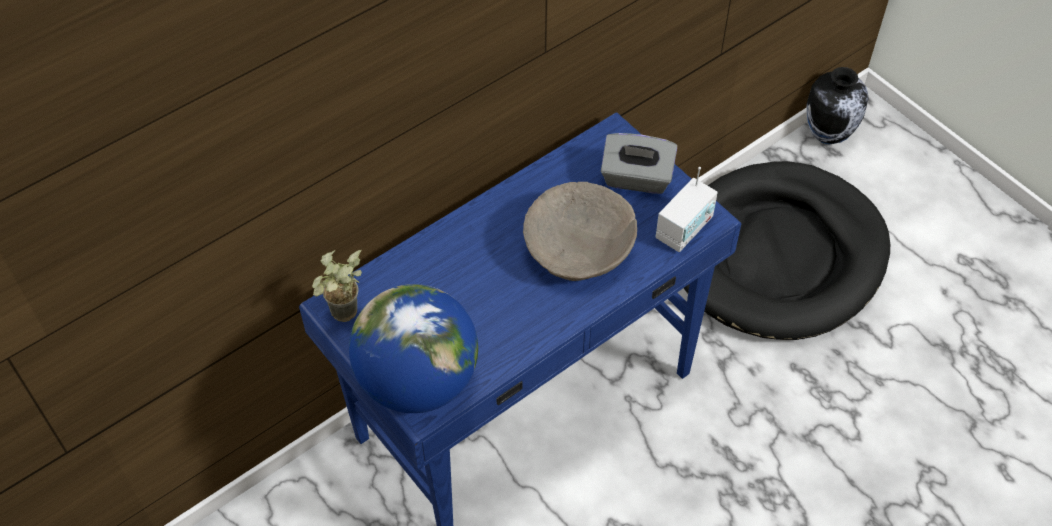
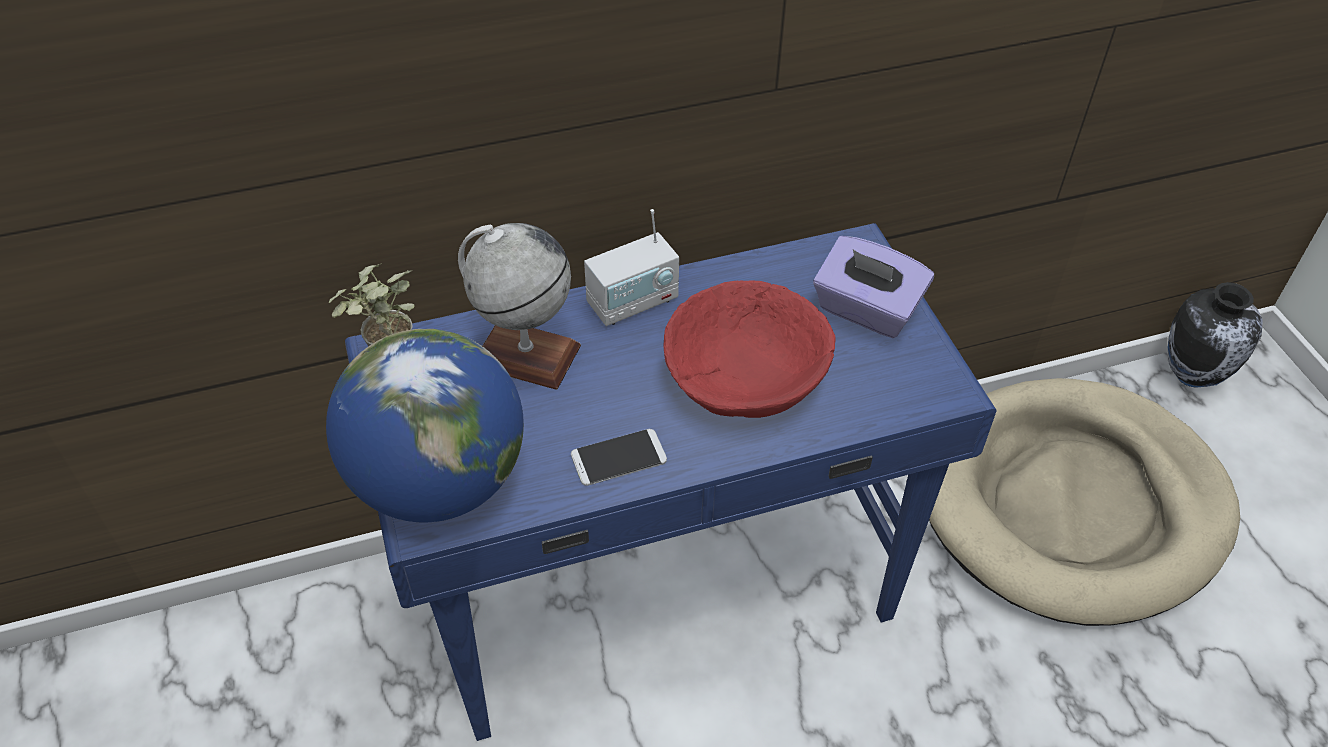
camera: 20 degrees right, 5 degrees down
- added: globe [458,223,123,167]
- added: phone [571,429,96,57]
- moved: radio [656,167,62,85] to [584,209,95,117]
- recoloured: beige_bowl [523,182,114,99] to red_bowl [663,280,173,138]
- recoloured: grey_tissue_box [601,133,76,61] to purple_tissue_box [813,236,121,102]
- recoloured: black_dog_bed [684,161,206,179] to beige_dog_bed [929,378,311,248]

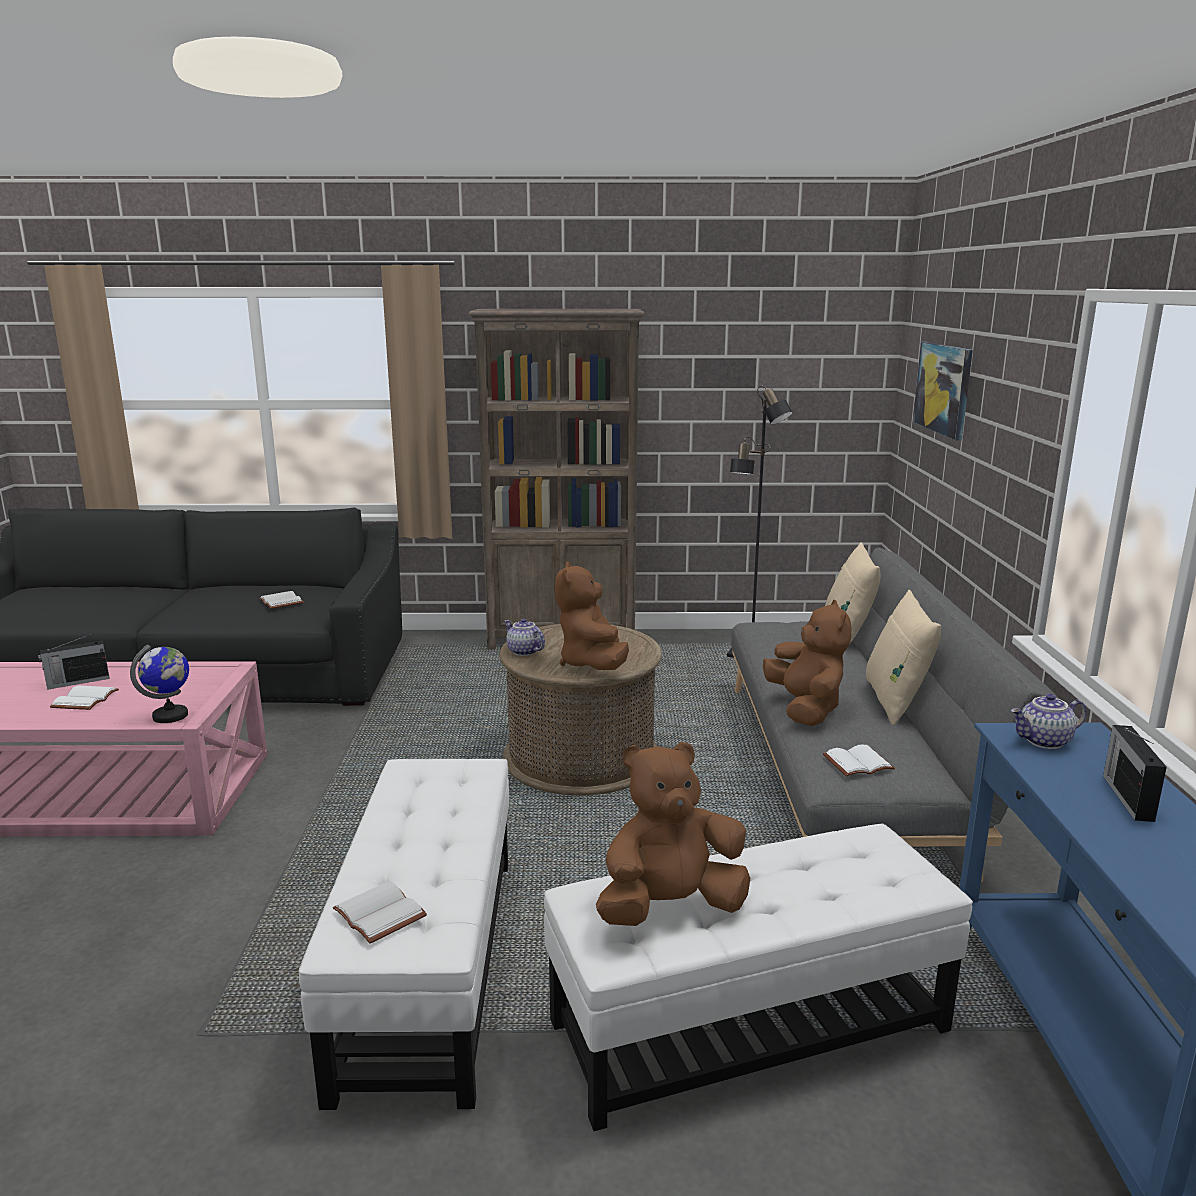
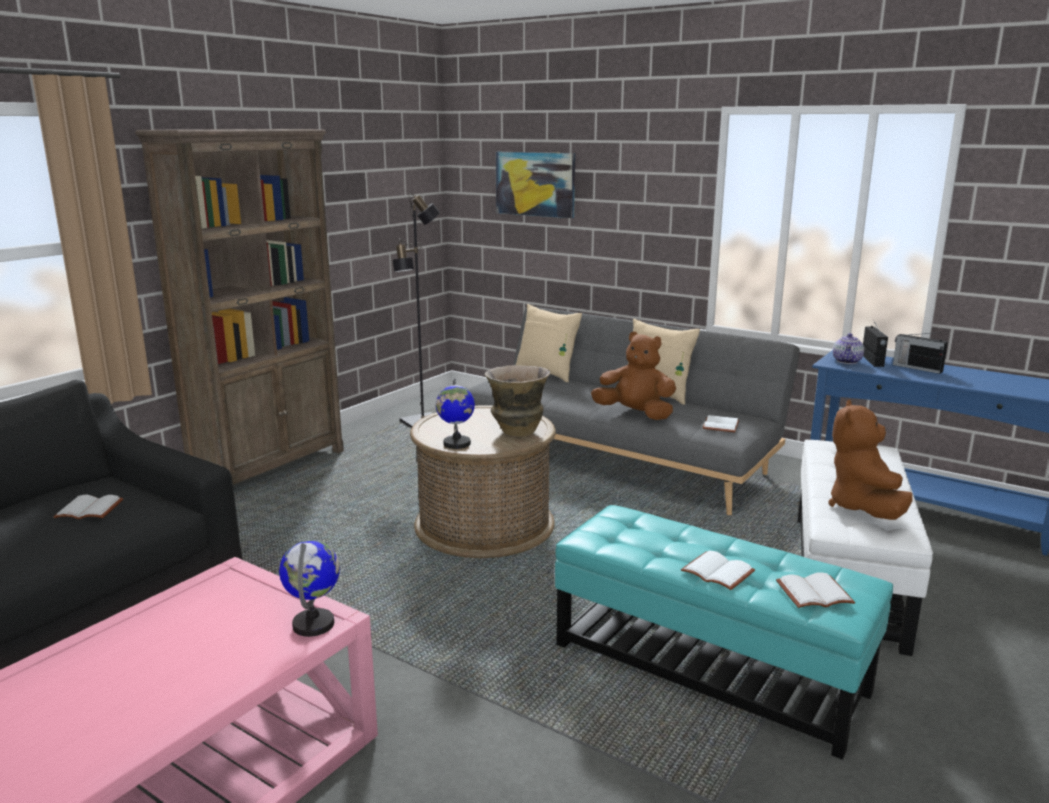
camera: 55 degrees left, 0 degrees up
- replaced: teapot [504,618,41,38] to globe [436,379,39,70]
- replaced: brown_plush_toy [555,561,74,109] to vase [485,365,65,72]
- recoloured: white_ottoman [299,759,210,351] to turquoise_ottoman [555,505,338,255]
- moved: white_book [50,686,69,24] to [681,550,74,40]
- moved: radio [38,634,72,56] to [863,322,25,45]

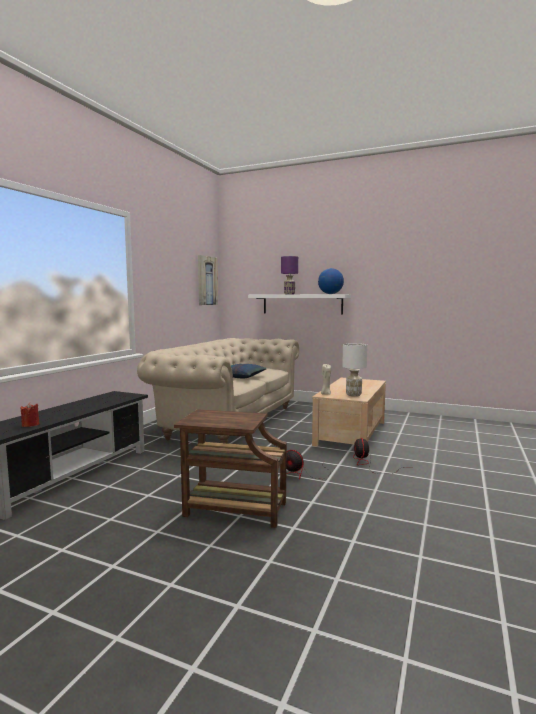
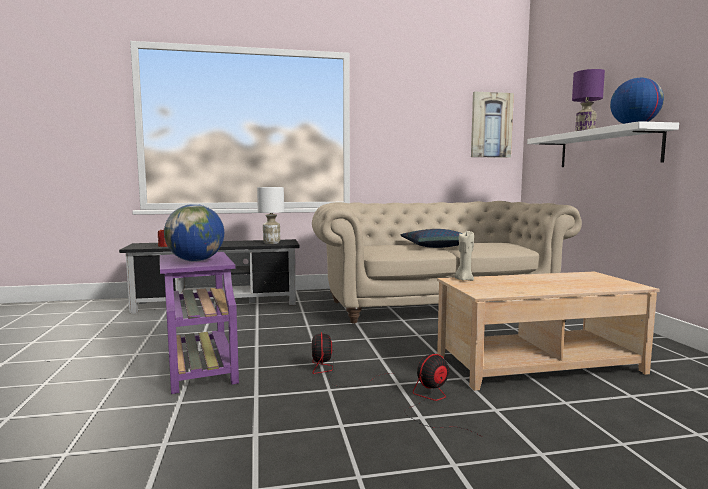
camera: 55 degrees right, 0 degrees up
- recoloured: brown_side_table [174,409,113,119] to purple_side_table [160,252,79,142]
- added: globe [164,204,60,58]
- moved: white_table_lamp [342,343,26,54] to [257,187,27,57]

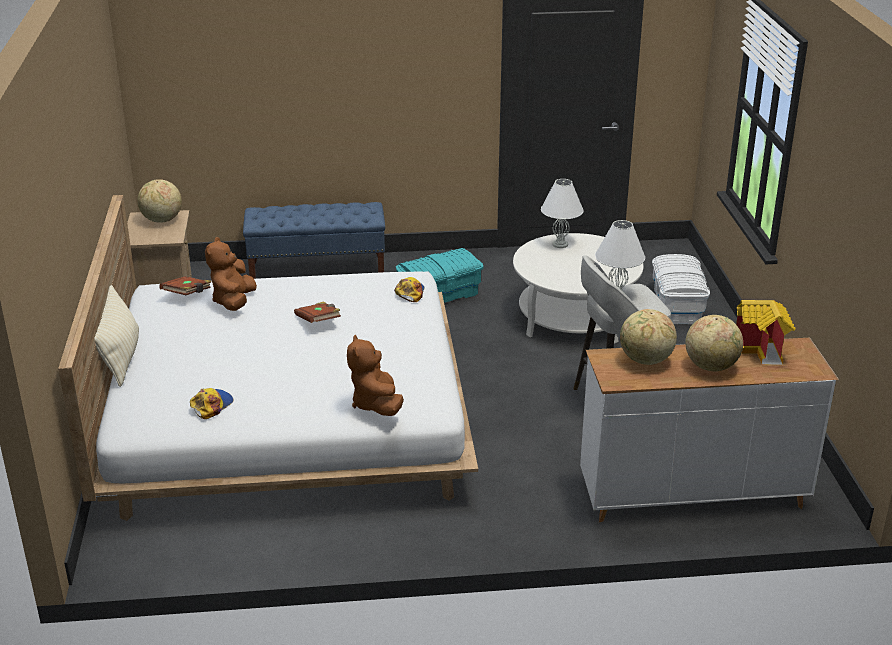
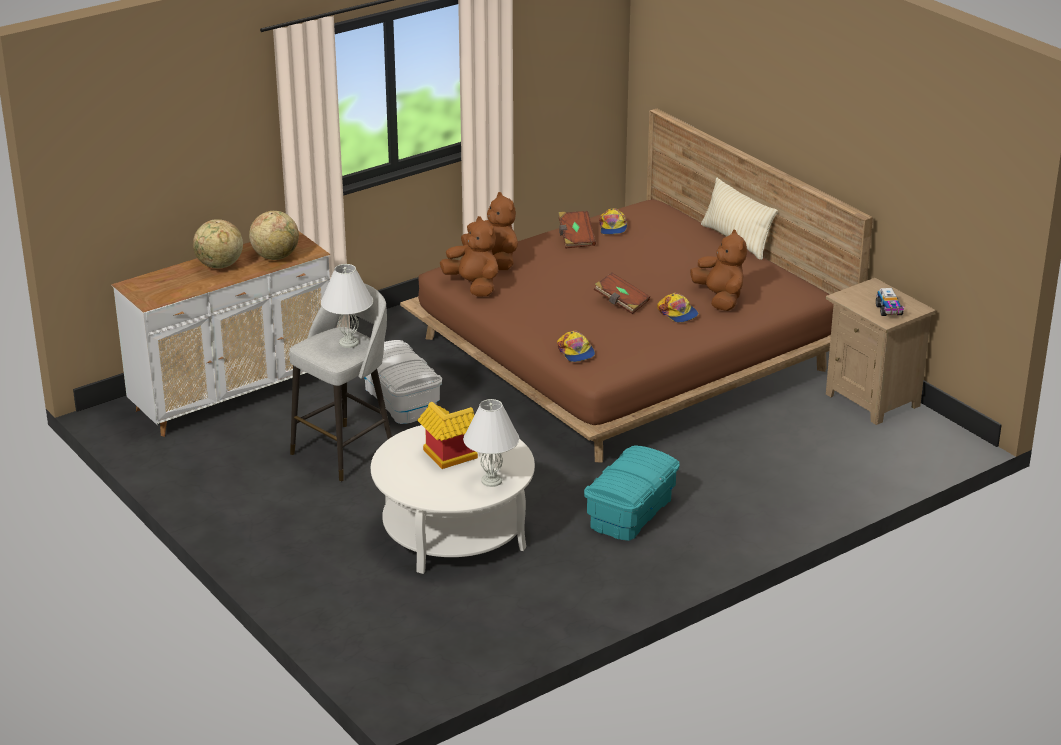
camera: 150 degrees right, 0 degrees up
- moved: white_storage_box [652,254,58,70] to [364,340,78,84]
- recoloured: white_bed [58,195,420,326] to brown_bed [400,109,473,354]
- moved: toy_house [736,300,60,64] to [417,402,61,67]
- added: brown_plush_toy [440,216,58,80]
- moved: brown_book [159,276,53,19] to [559,211,37,37]
- added: cap [657,293,41,30]
- replaced: globe [137,179,45,44] to toy_truck [876,288,28,28]
- removed: blue_bench [243,202,142,77]

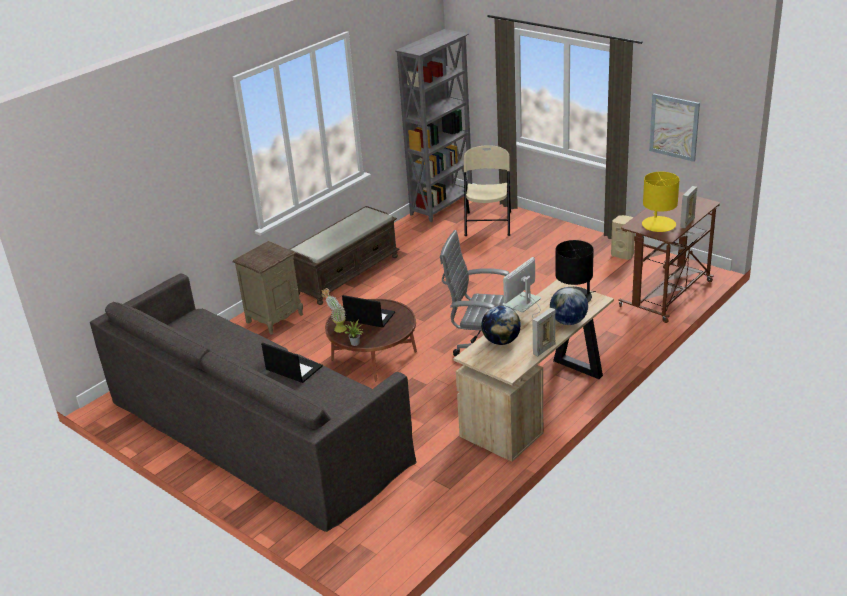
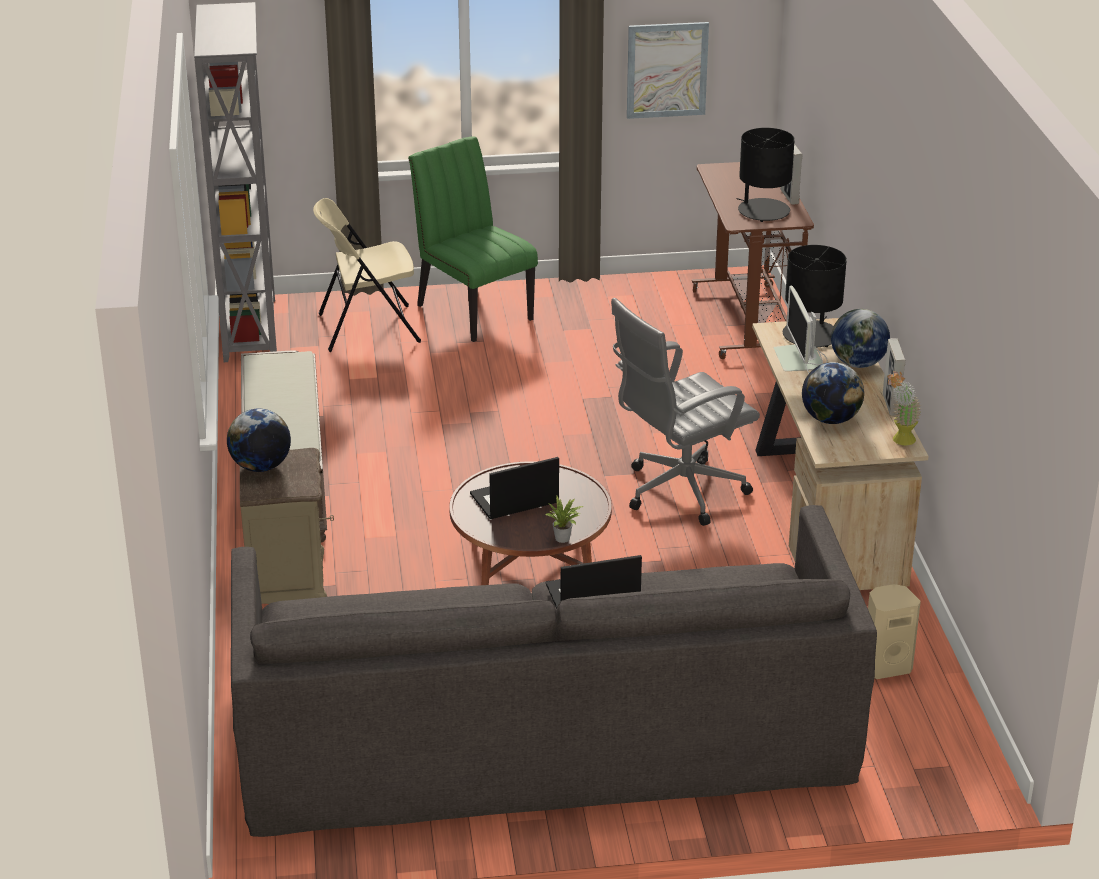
camera: 50 degrees left, 0 degrees up
- added: globe [227,408,64,64]
- turned: beige_chair [464,145,47,91] = [313,198,108,154] 60 degrees counterclockwise
- added: green_chair [408,136,130,206]
- recoloured: yellow_table_lamp [642,172,37,60] to black_table_lamp [736,128,59,94]
- moved: beige_speaker [611,215,24,45] to [868,584,53,95]
- moved: potted_plant [322,288,25,45] to [887,371,34,74]

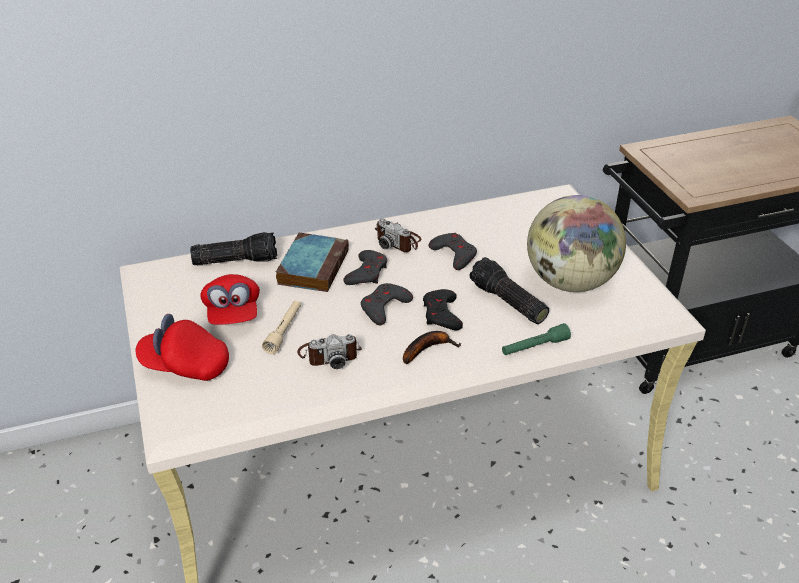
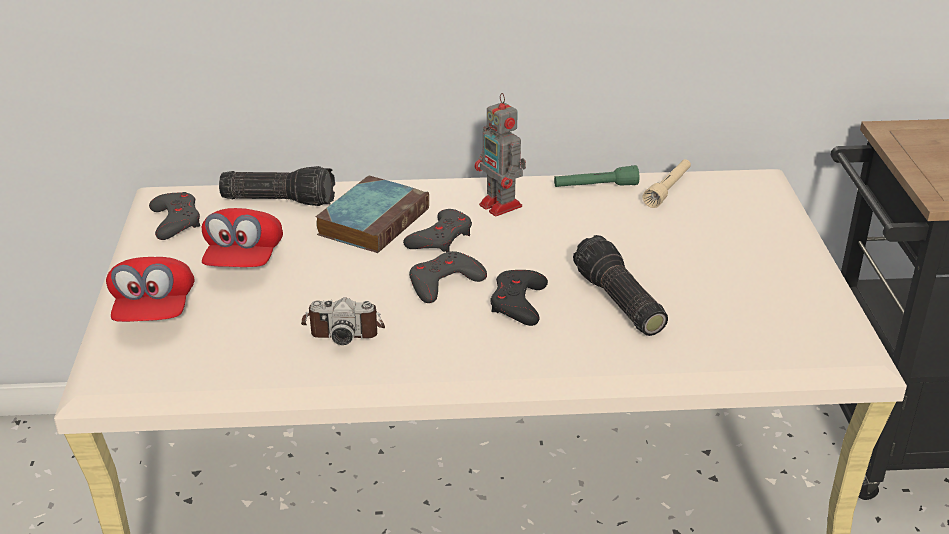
camera: 15 degrees right, 5 degrees down
- turned: red_cap [135,314,94,67] = [106,257,89,65] 120 degrees counterclockwise
- moved: grey_game_controller [428,233,49,37] to [149,192,51,48]
- replaced: photo_camera [375,219,46,33] to toy_robot [475,93,51,123]
- moved: green_flashlight [502,323,69,32] to [554,165,85,22]
- moved: beige_flashlight [262,301,39,53] to [642,159,49,49]
- removed: banana [403,331,58,33]
- removed: globe [527,195,99,97]

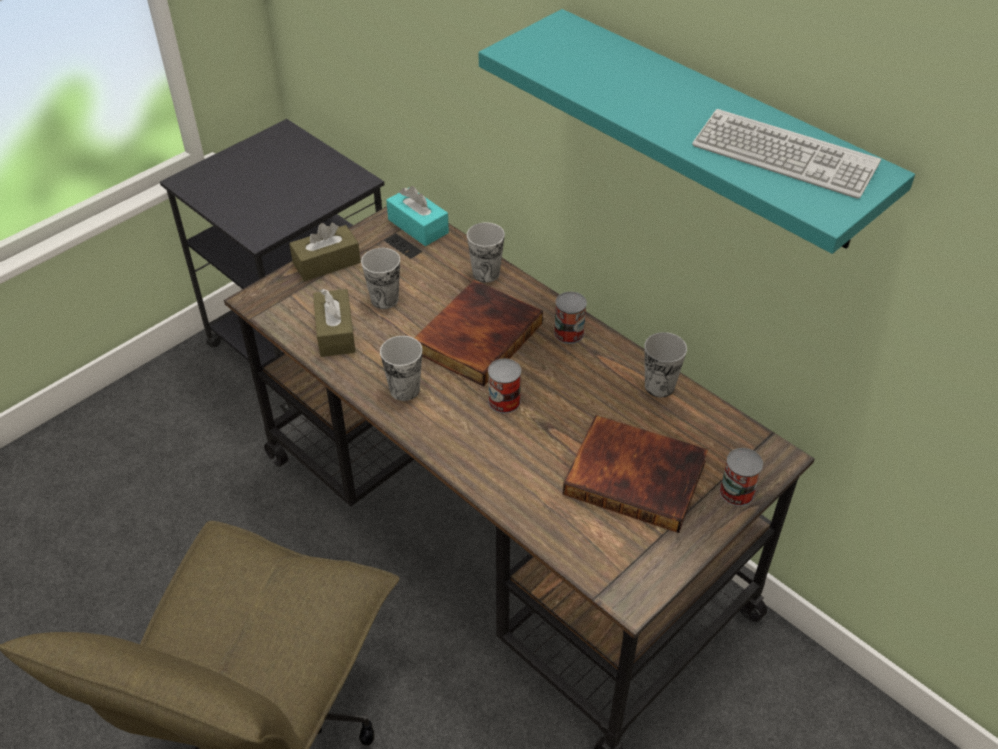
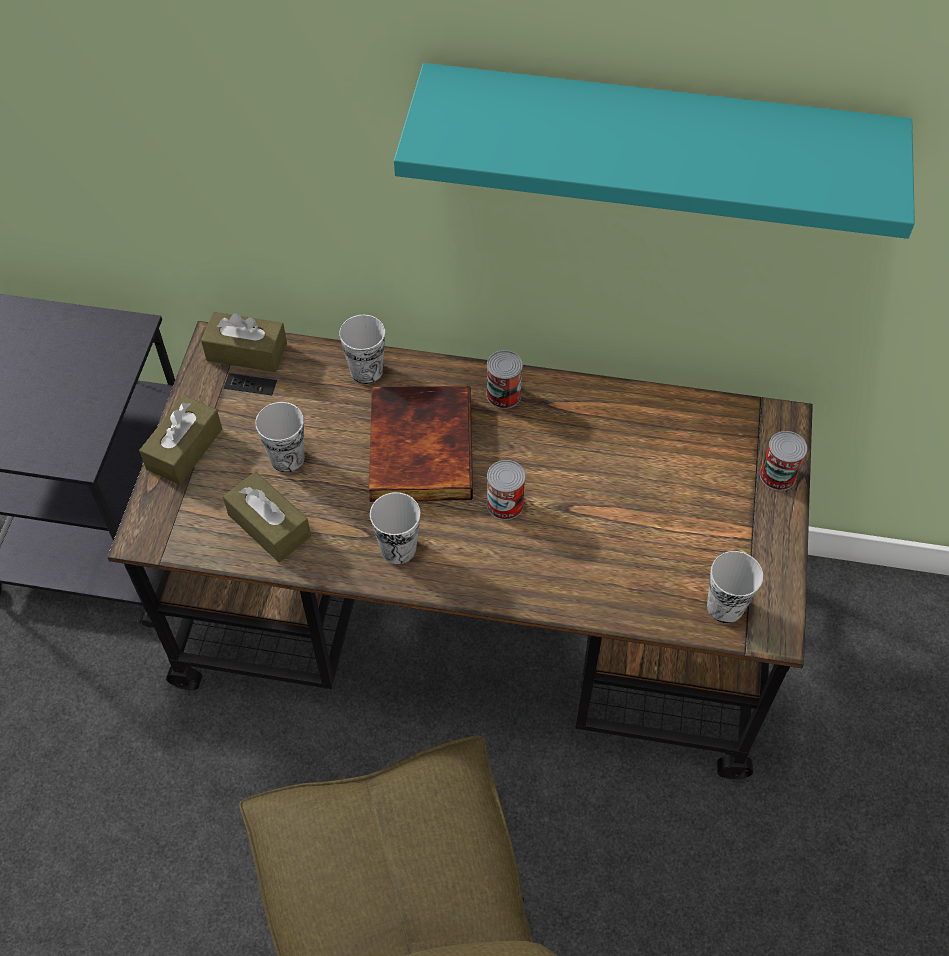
camera: 35 degrees left, 10 degrees up
- recoloured: turquoise_tissue_box [386,186,63,60] to brown_tissue_box [201,312,86,60]
- moved: cup [645,332,42,65] to [707,551,56,72]
- removed: book [563,415,145,118]
- removed: keyboard [692,109,189,90]

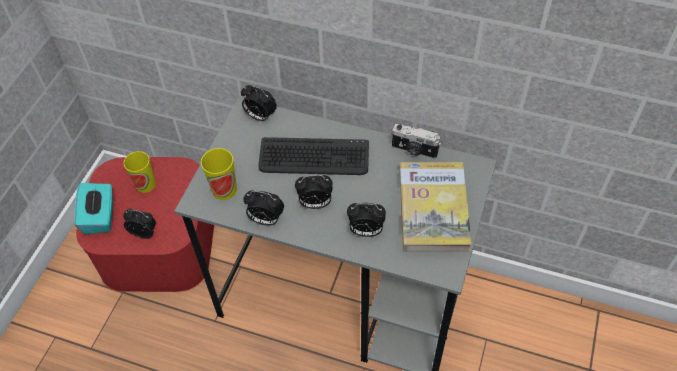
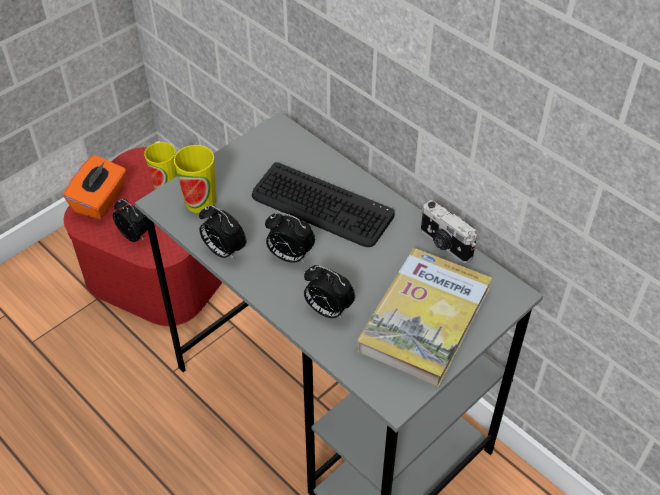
camera: 25 degrees right, 5 degrees down
- recoloured: turquoise_tissue_box [74,183,39,51] to orange_tissue_box [63,155,63,64]
- removed: alarm_clock [241,84,36,37]

